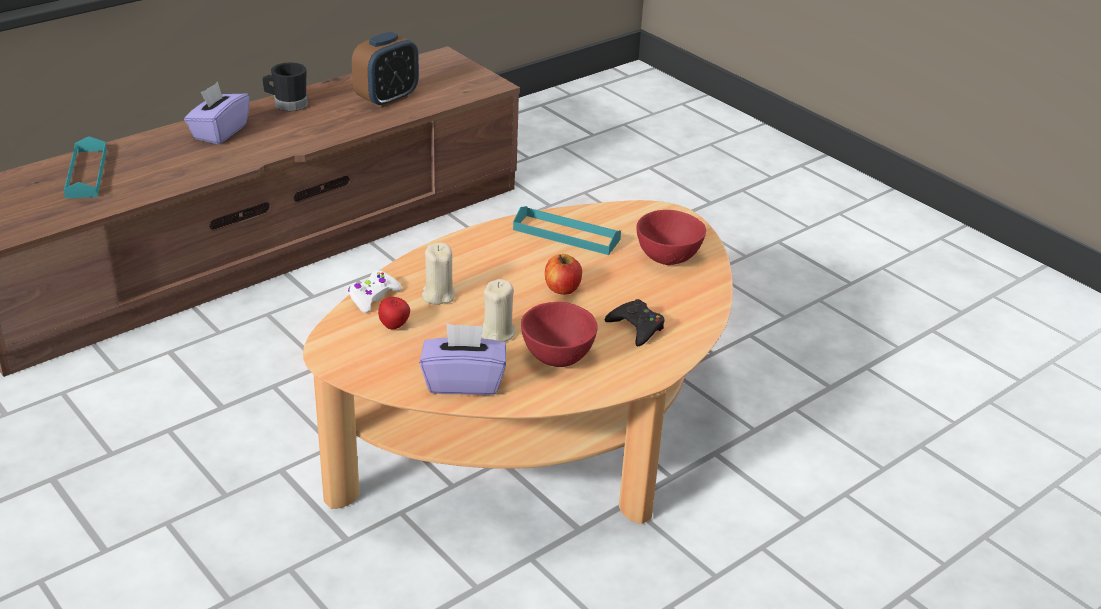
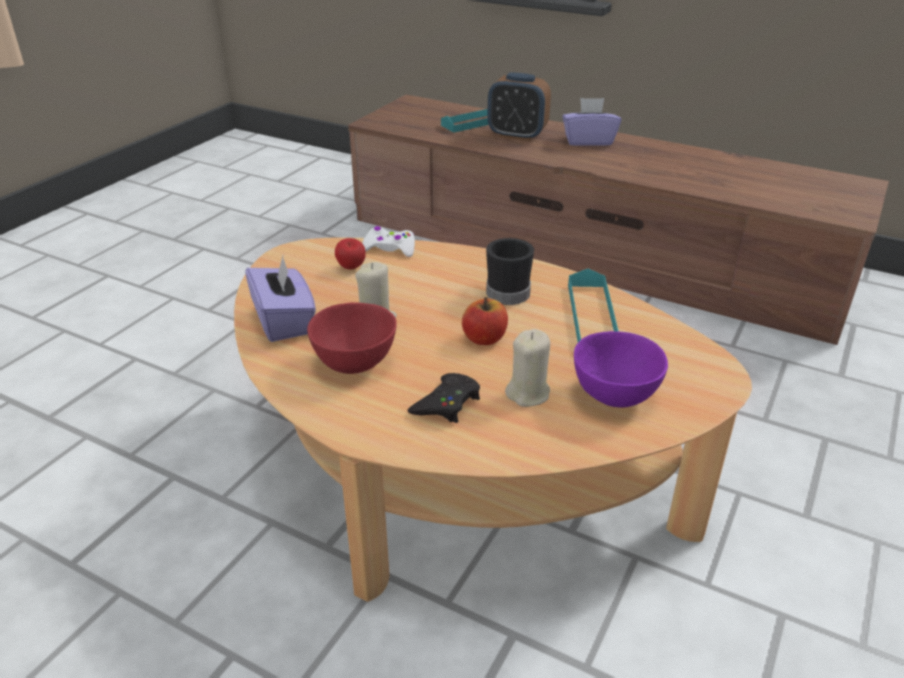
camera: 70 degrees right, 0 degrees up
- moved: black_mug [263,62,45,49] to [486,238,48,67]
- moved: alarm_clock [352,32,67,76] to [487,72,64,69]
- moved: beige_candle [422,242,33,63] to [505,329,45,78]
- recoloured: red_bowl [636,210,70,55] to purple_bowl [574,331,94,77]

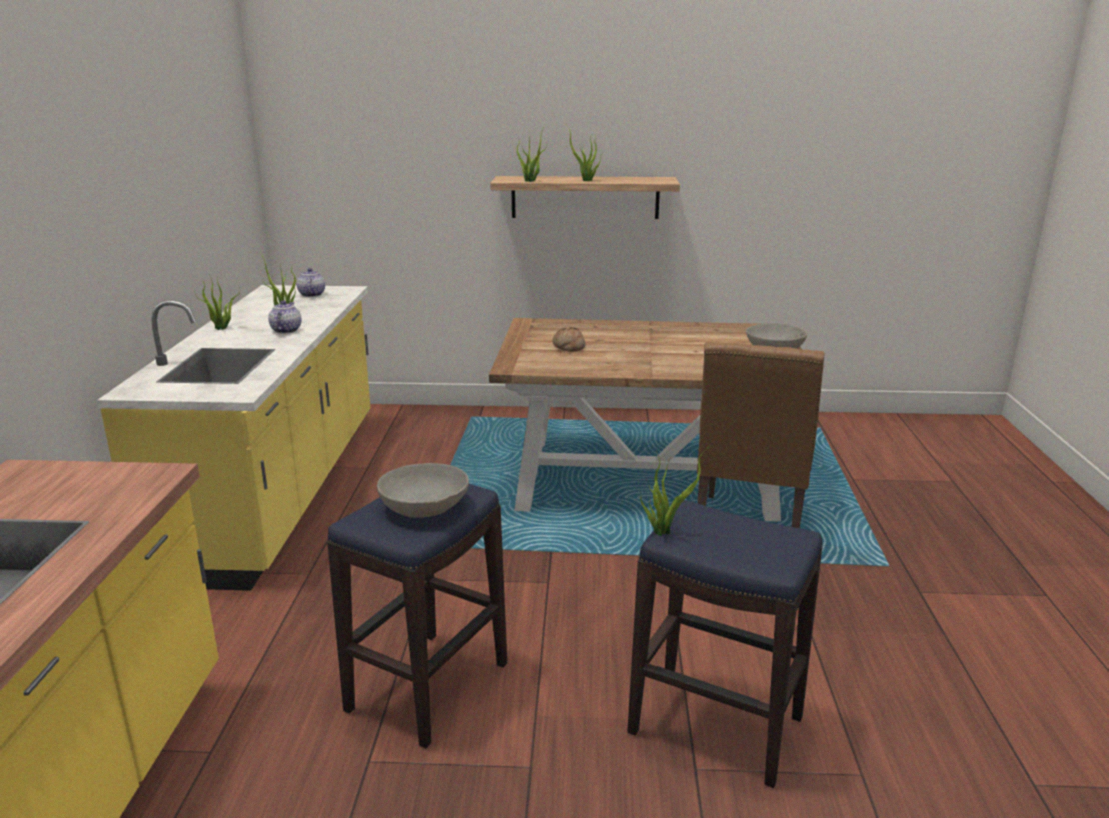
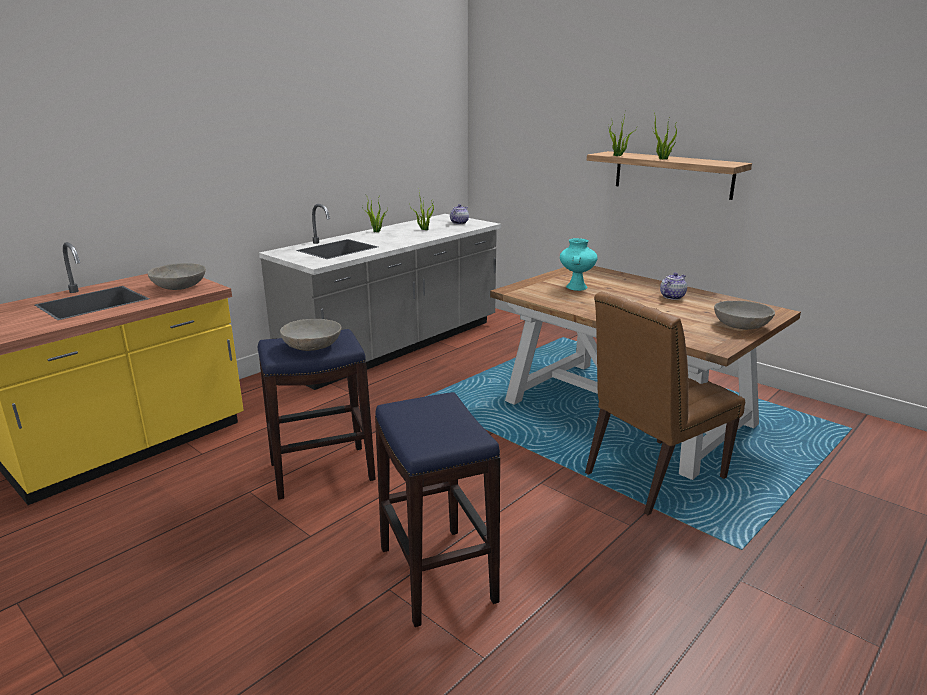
camera: 40 degrees right, 0 degrees up
- added: grey_bowl [148,263,58,27]
- recoloured: yellow_counter [97,285,274,306] to grey_counter [259,204,242,186]
- replaced: bread [552,327,33,25] to turquoise_vase [560,238,37,53]
- moved: teapot [268,301,34,33] to [660,273,27,27]
- removed: potted_plant [640,446,70,90]

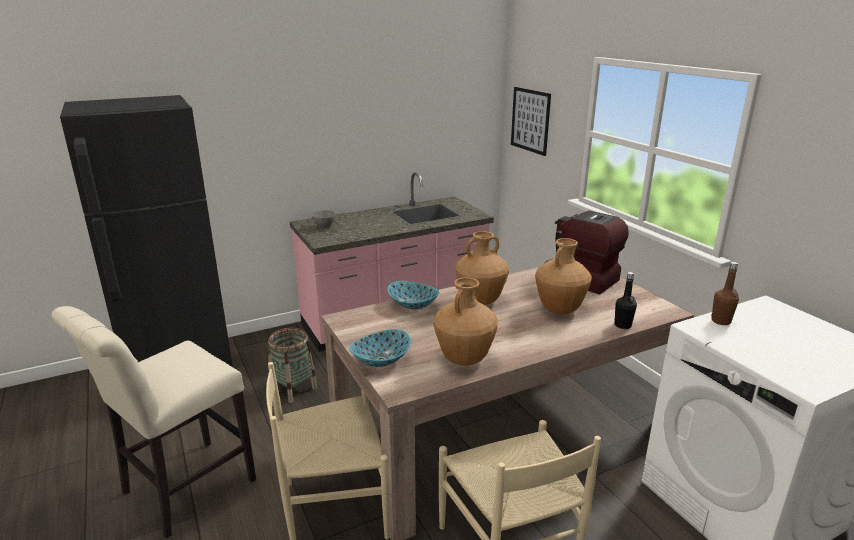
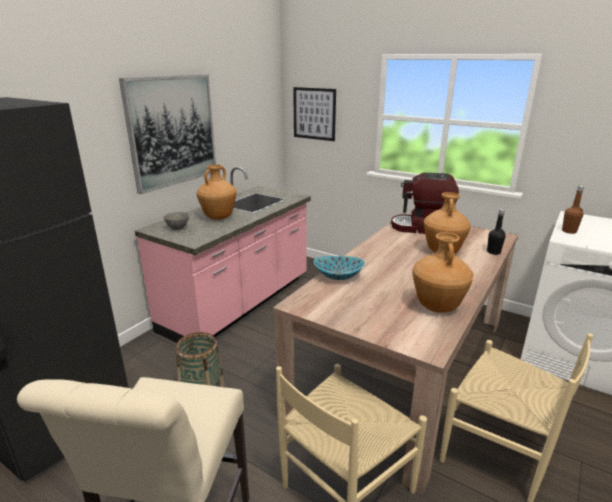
camera: 30 degrees left, 0 degrees up
- added: picture [119,75,97,119]
- moved: brown_vase [455,231,54,74] to [196,164,41,56]
- removed: bowl [350,329,61,38]

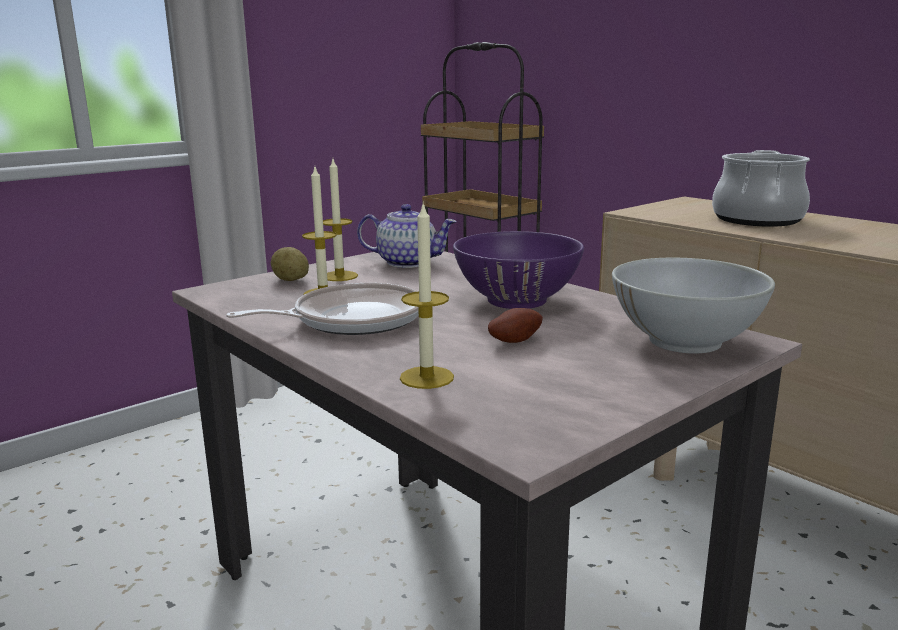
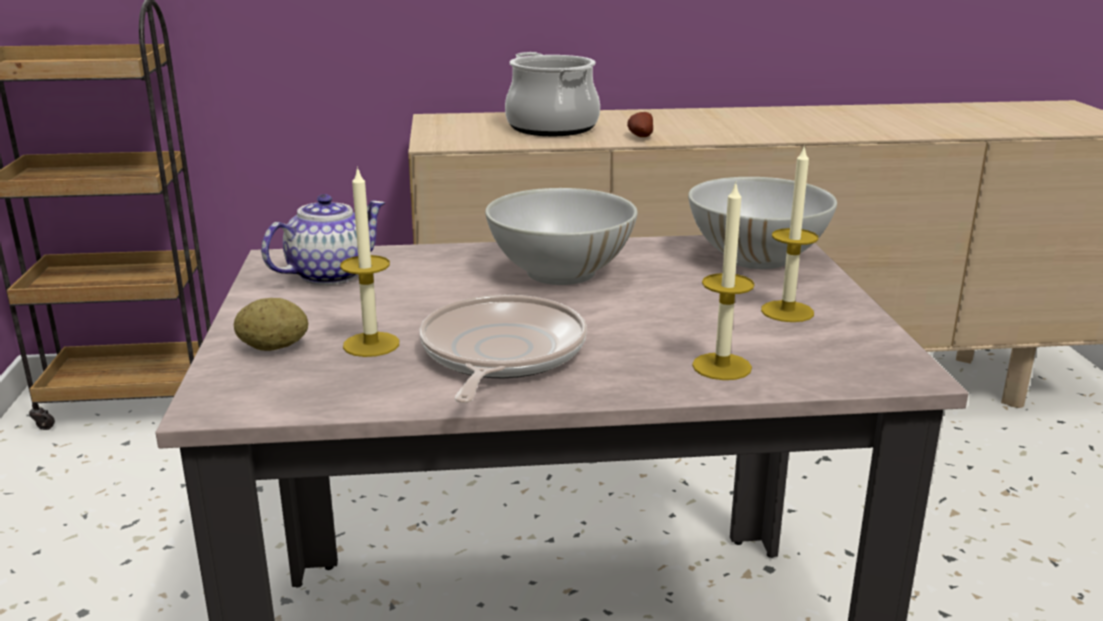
camera: 55 degrees left, 5 degrees up
- recoloured: purple_bowl [453,231,131,78] to white_bowl [485,188,153,97]
- moved: potato [488,308,55,35] to [627,112,26,25]
- moved: candle [323,159,35,122] to [761,145,57,177]

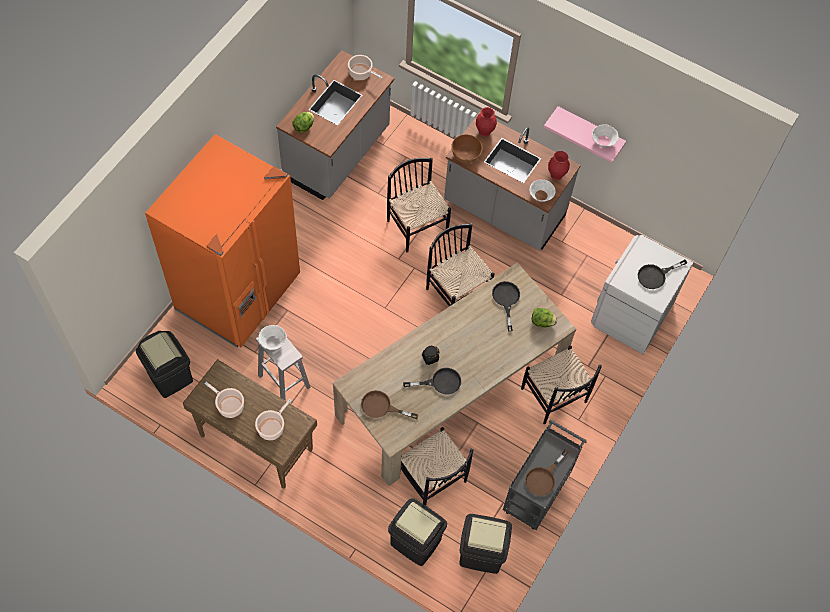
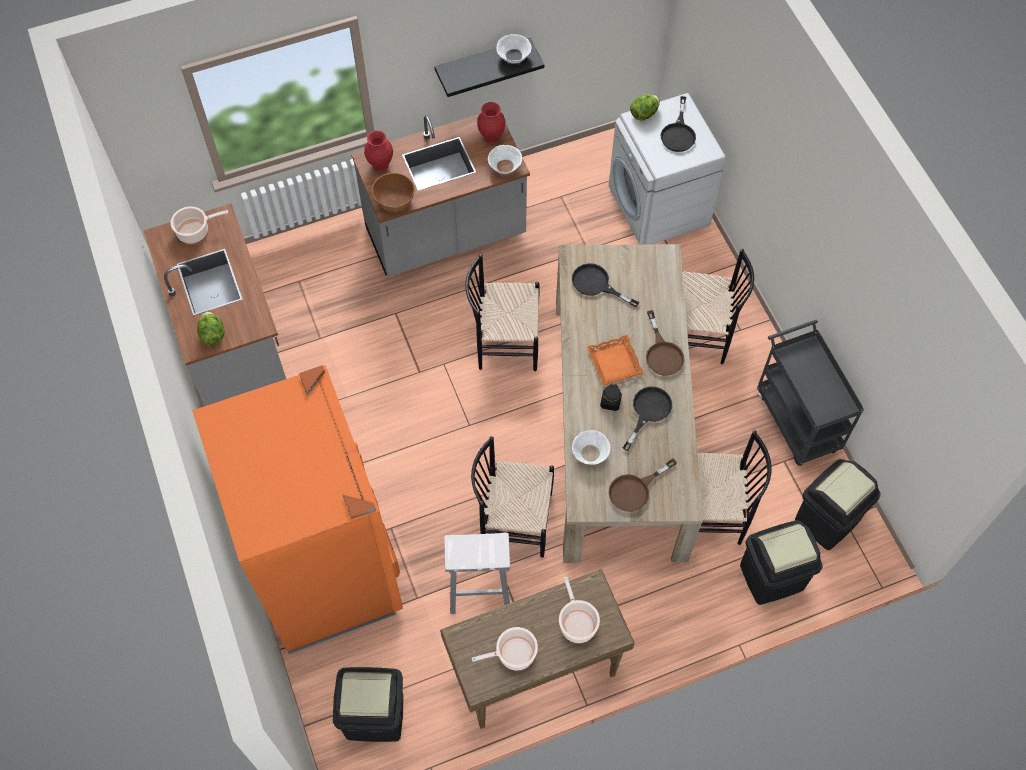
camera: 50 degrees left, 0 degrees up
- recoloured: pink_shelf [544,106,82,57] to black_shelf [435,38,109,59]
- moved: black_chair [387,157,64,95] to [471,436,83,122]
- moved: white_bowl [259,325,28,25] to [572,430,38,35]
- added: orange_tray [587,335,57,51]
- moved: lettuce [532,308,25,20] to [630,94,30,27]
- moved: brown_frying_pan [525,449,44,47] to [646,310,39,66]

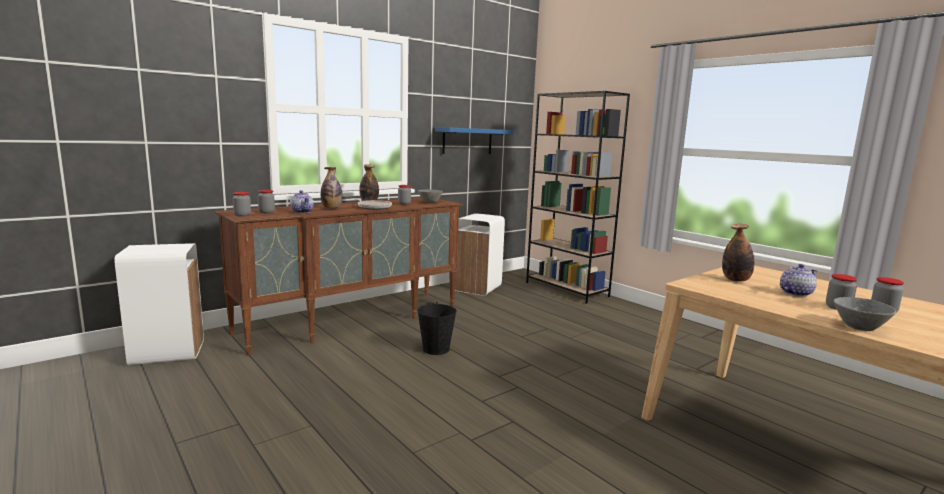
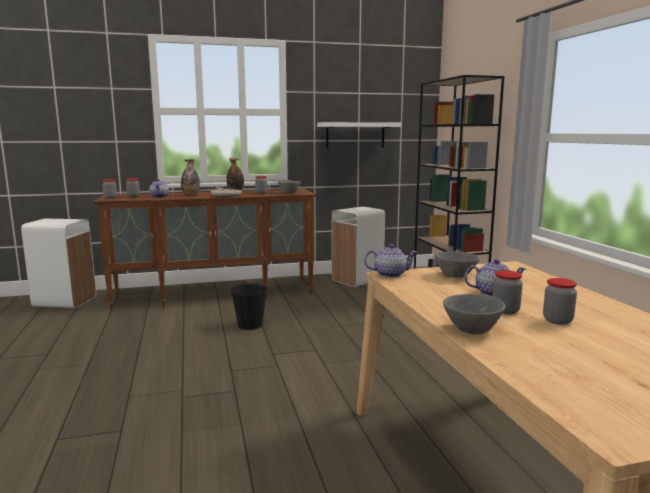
camera: 25 degrees right, 0 degrees up
- recoloured: blue_shelf [435,127,78,27] to white_shelf [317,122,84,26]
- added: teapot [364,244,53,34]
- replaced: bottle [722,224,33,58] to grey_bowl [435,251,45,27]

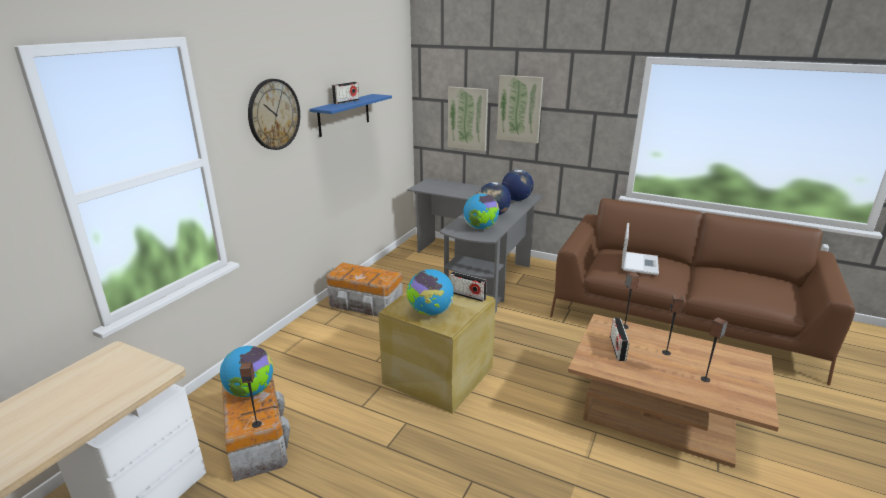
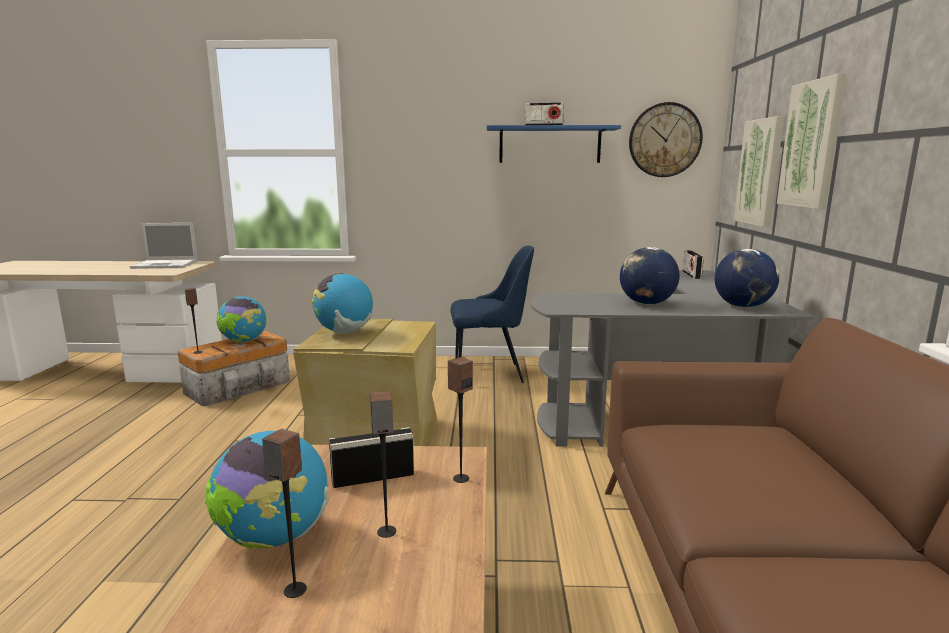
camera: 65 degrees right, 10 degrees down
- moved: laptop [622,223,37,52] to [130,223,67,46]
- moved: globe [463,194,36,35] to [205,431,123,118]
- replaced: storage_box [326,262,77,55] to blue_chair [450,246,84,137]
- moved: wall_clock [248,79,52,71] to [629,102,74,75]
- moved: radio [450,272,37,30] to [683,250,21,29]

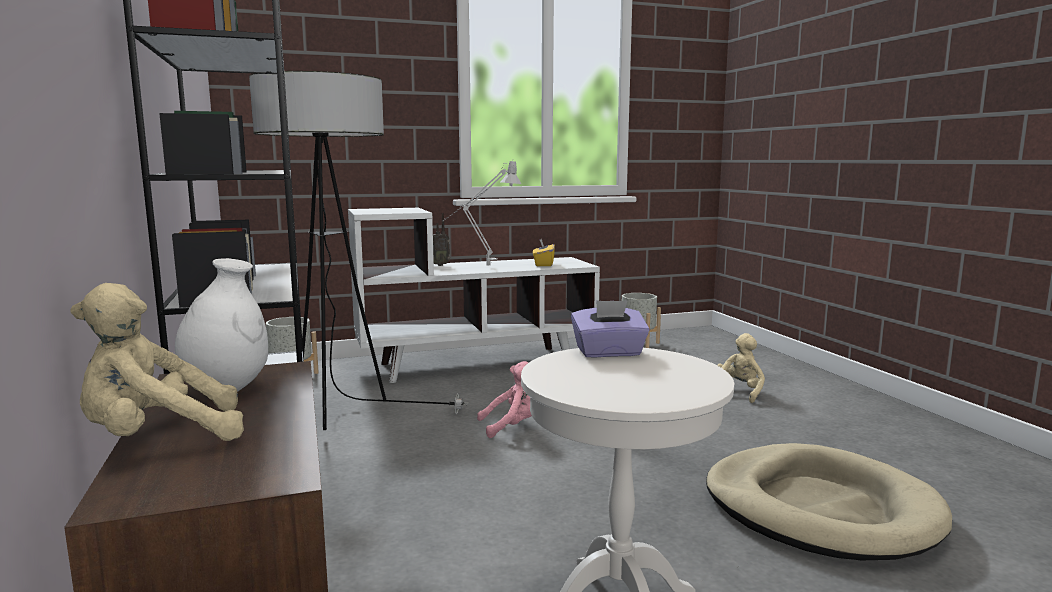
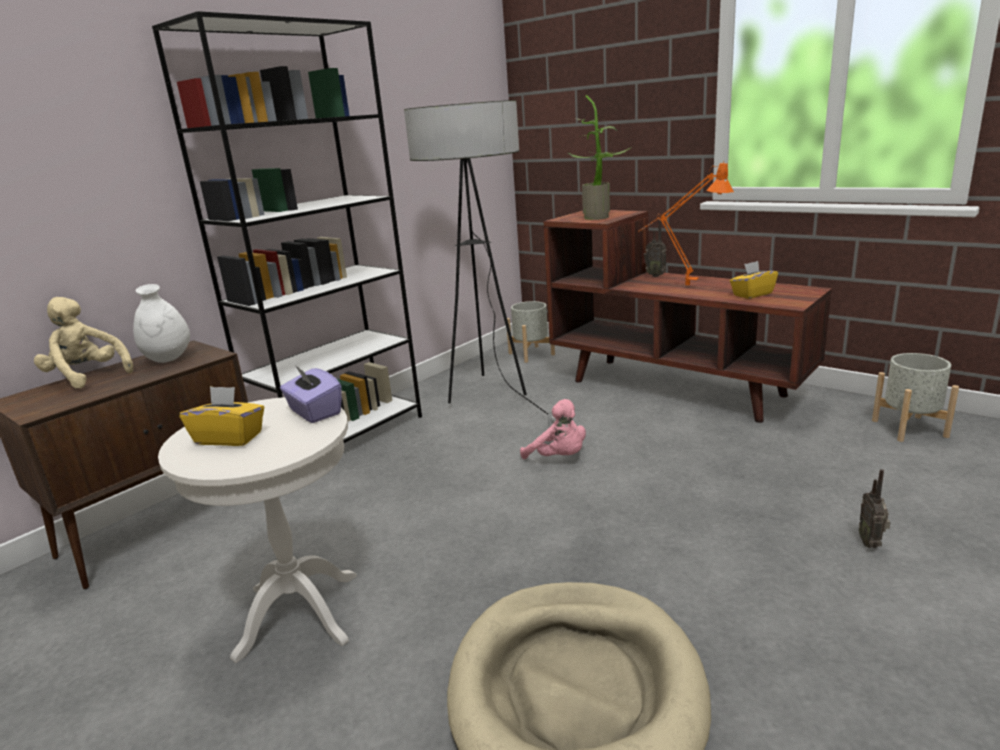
camera: 60 degrees right, 10 degrees up
- added: yellow_tissue_box [180,386,84,60]
- recoloured: white_tv_stand [348,208,252,175] to brown_tv_stand [543,210,289,213]
- added: potted_plant [568,95,62,125]
- recoloured: grey_table_lamp [444,161,77,104] to orange_table_lamp [639,161,95,124]
- replaced: beige_plush_toy [717,333,48,70] to radio [859,469,32,79]

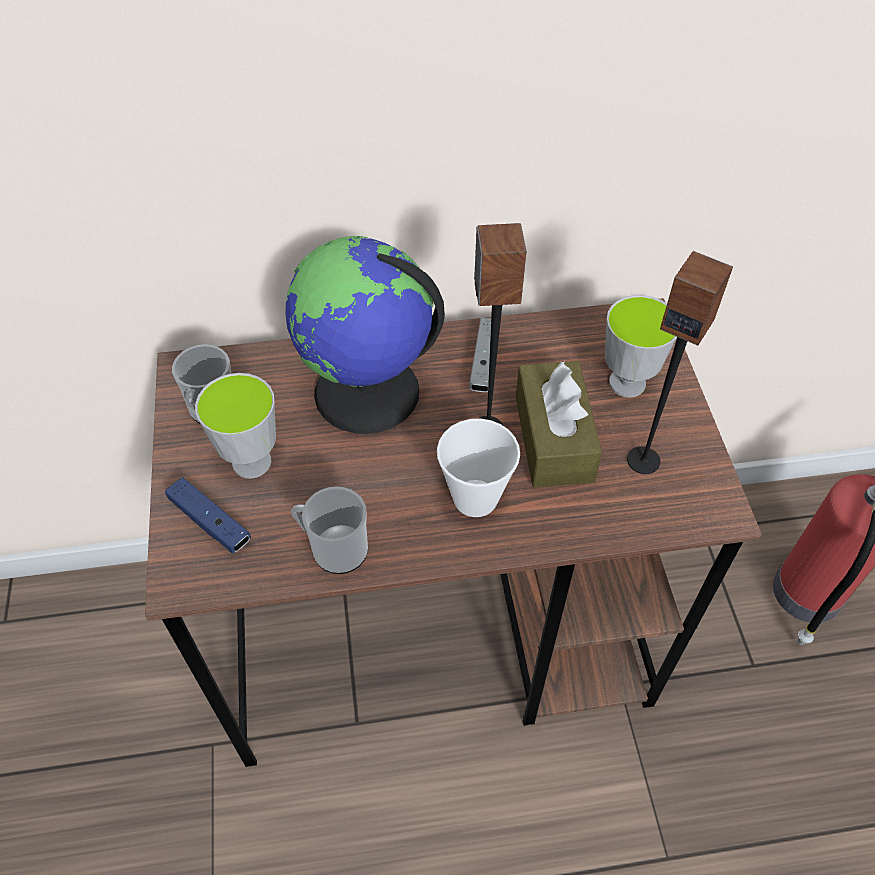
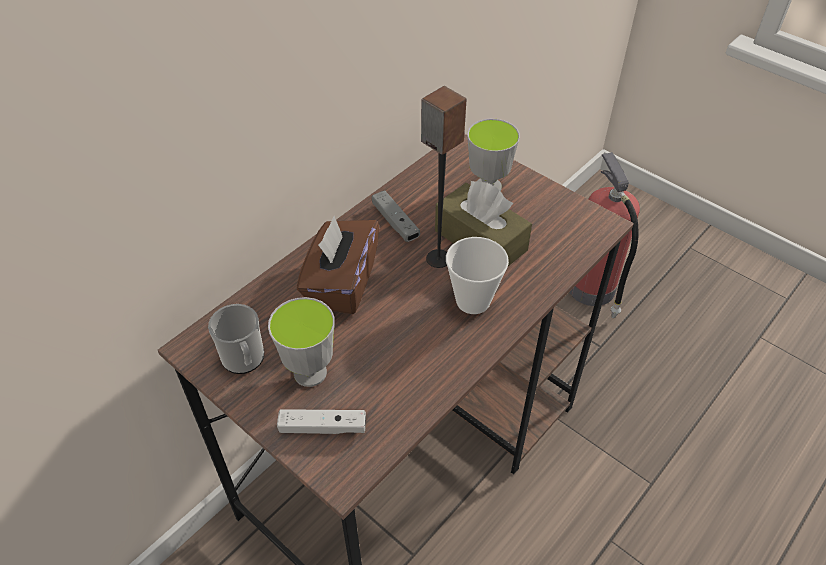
camera: 40 degrees left, 5 degrees down
- recoloured: blue_game_controller [165,477,86,77] to white_game_controller [277,409,89,25]
- replaced: globe [286,236,159,198] to brown_tissue_box [297,216,82,98]
- removed: mug [291,486,77,88]
- removed: speaker [627,251,106,223]

